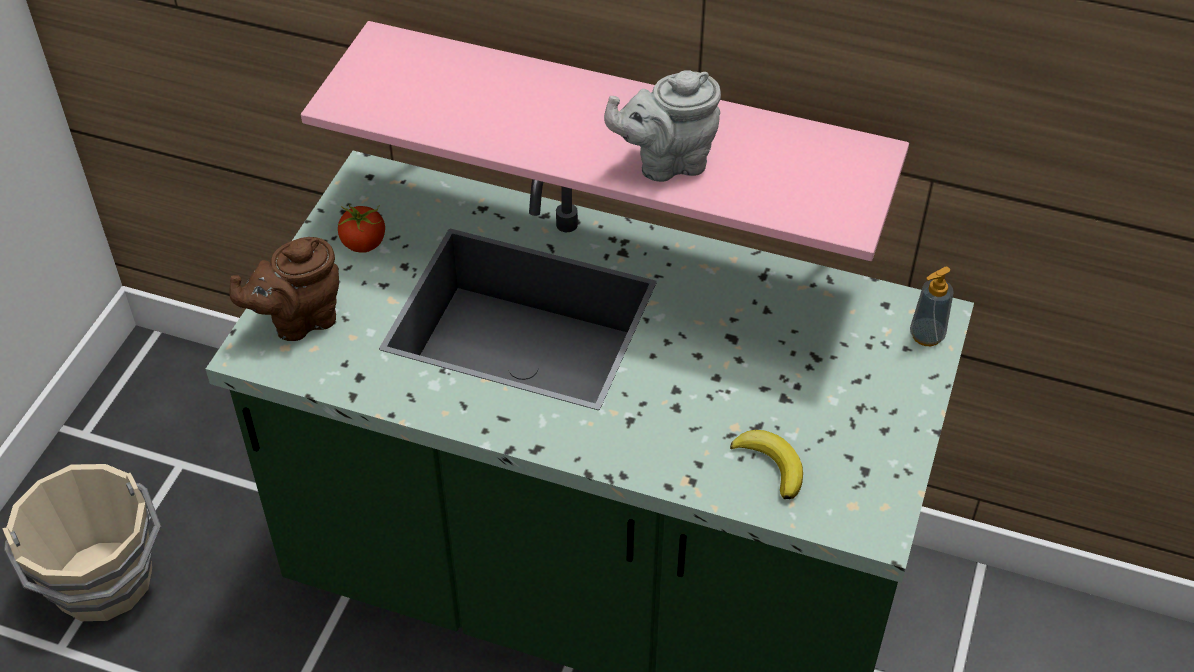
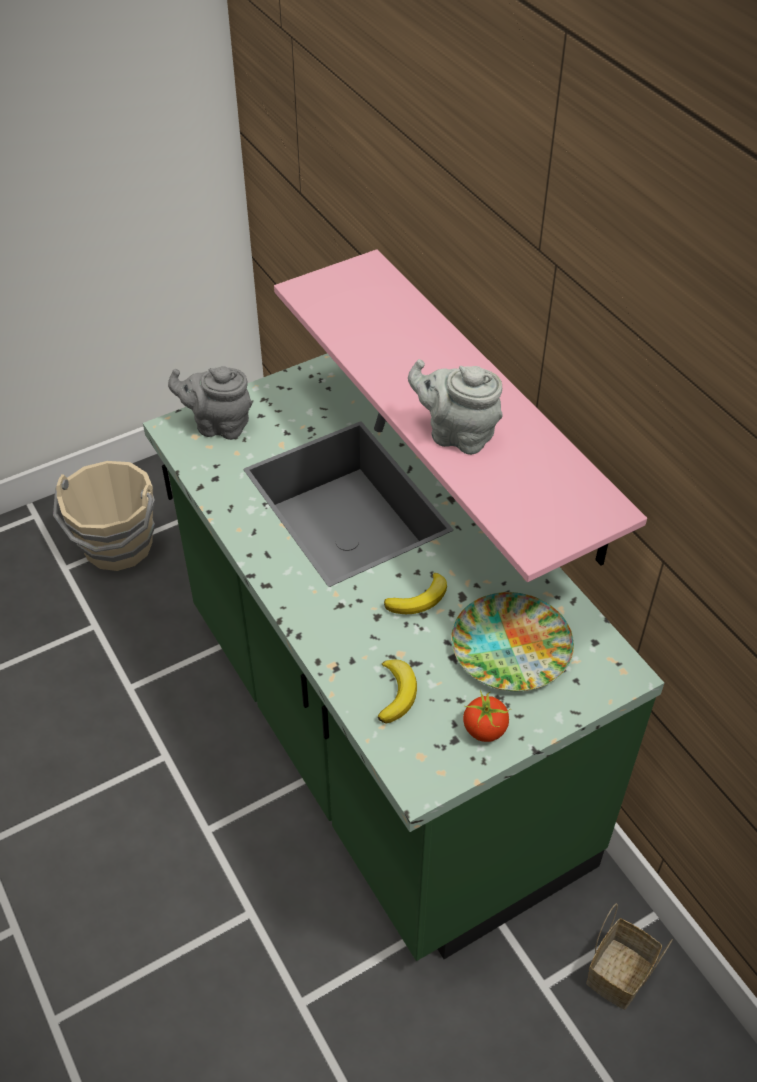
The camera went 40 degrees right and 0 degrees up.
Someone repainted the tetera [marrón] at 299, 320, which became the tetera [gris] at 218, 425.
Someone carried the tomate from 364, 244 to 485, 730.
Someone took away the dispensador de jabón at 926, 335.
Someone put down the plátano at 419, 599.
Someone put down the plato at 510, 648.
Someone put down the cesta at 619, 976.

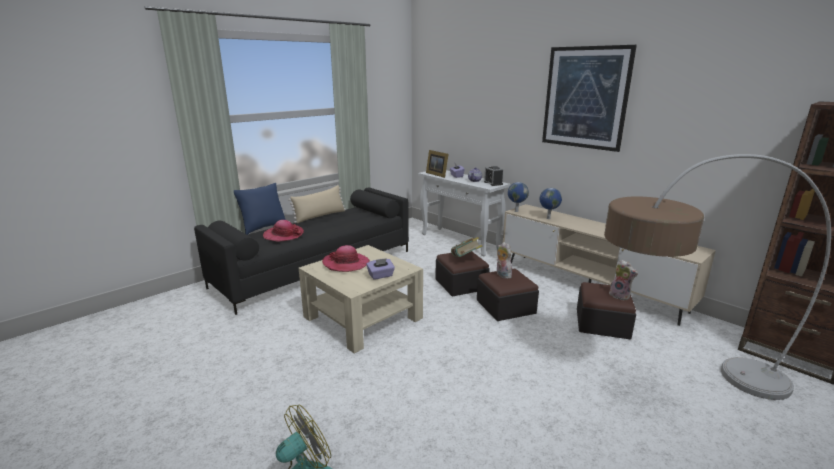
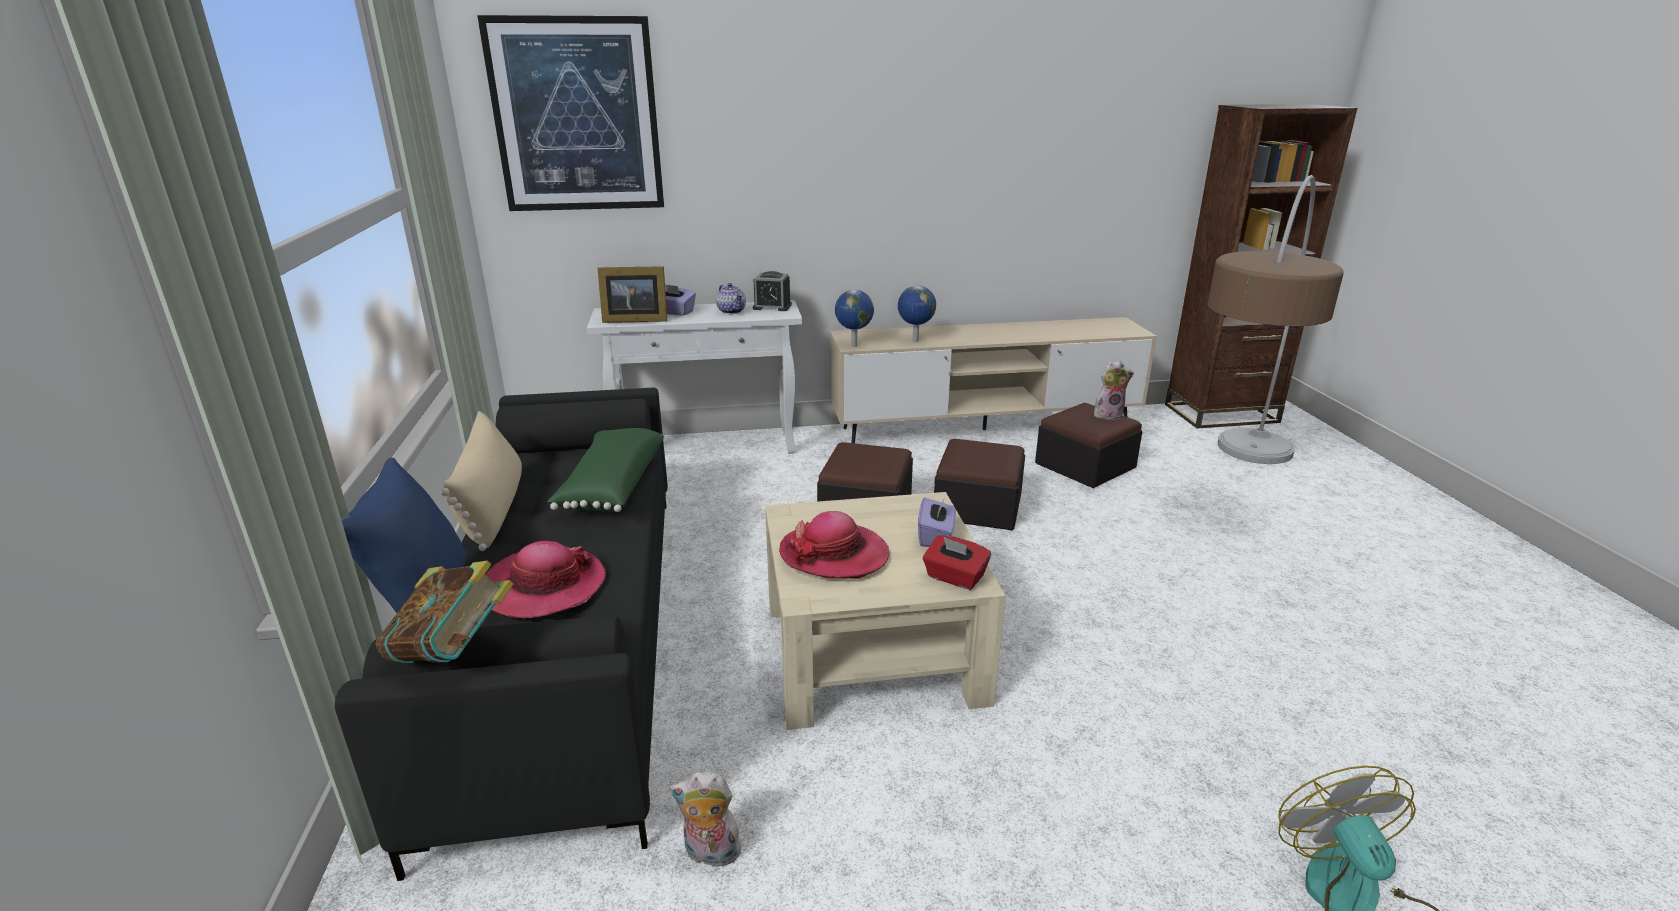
The camera went 55 degrees left and 5 degrees up.
Someone carried the libro from 465, 259 to 454, 652.
Someone carried the peluche from 502, 275 to 710, 854.
Someone carried the cuadro from 585, 98 to 576, 116.
Someone put down the cojín [verde] at 611, 486.
Someone put down the caja de pañuelos [rojo] at 954, 577.

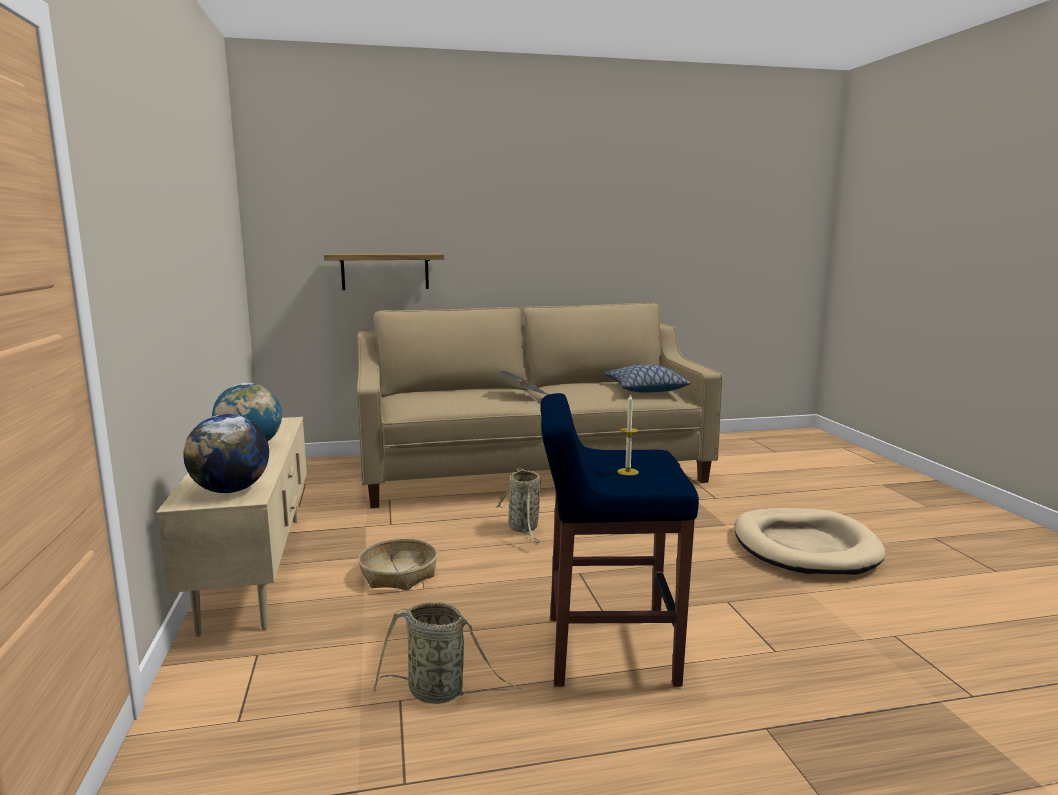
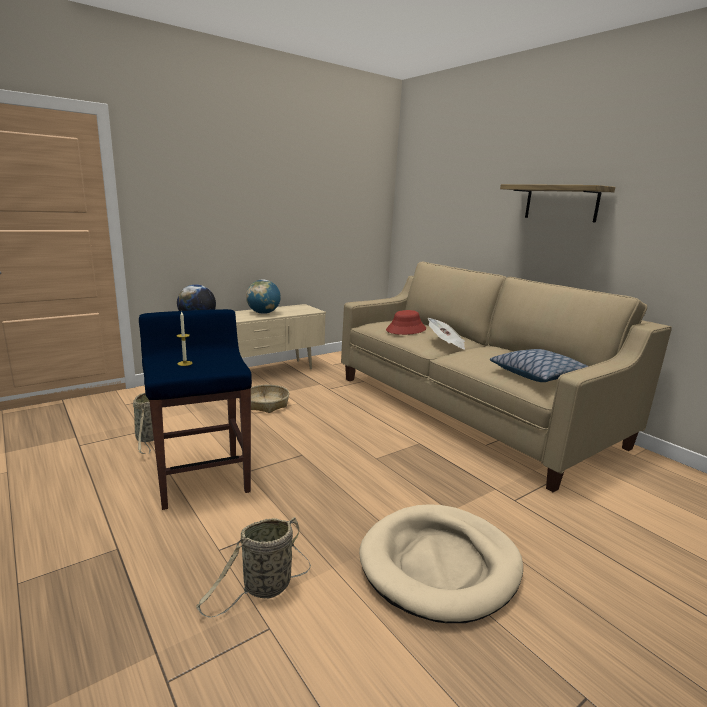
The camera went 65 degrees right and 5 degrees up.
Someone carried the estante from 385, 271 to 561, 203.
Someone carried the cesta from 524, 529 to 264, 588.
Someone put down the sombrero [rojo] at 406, 330.

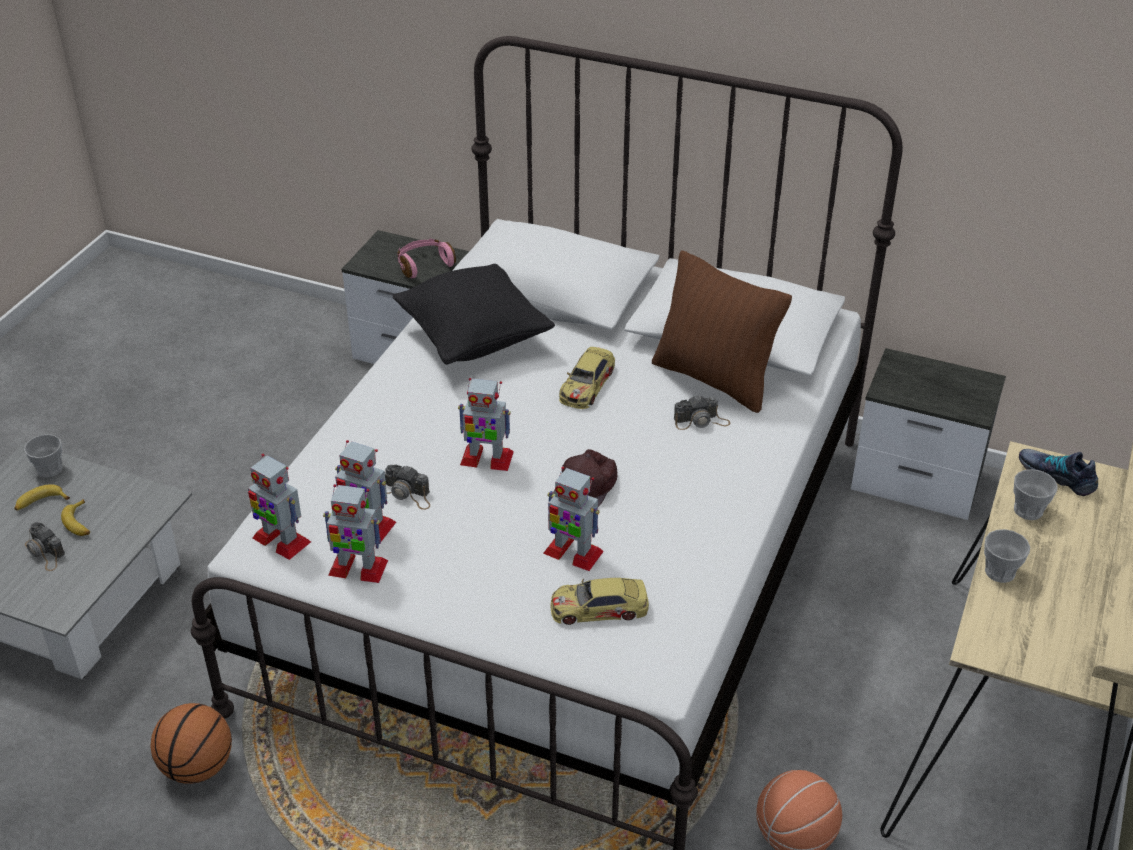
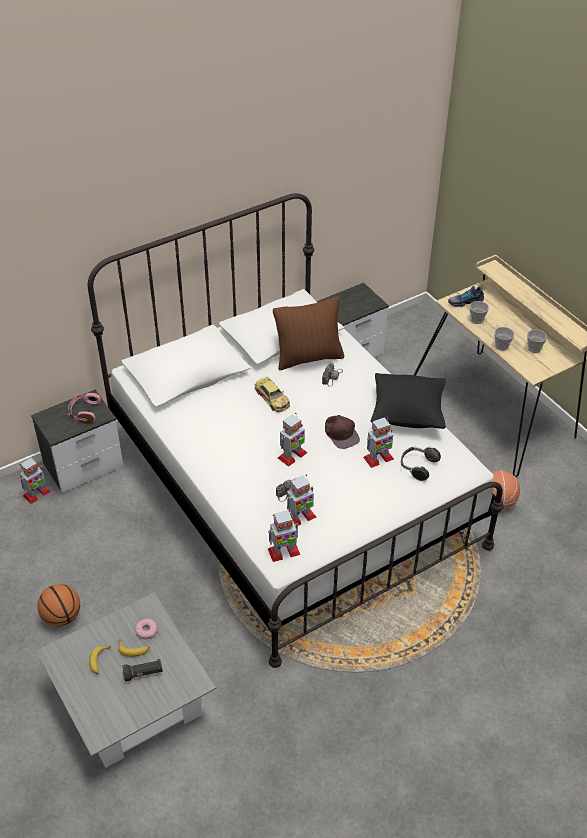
The camera went 55 degrees left and 5 degrees up.
Someone carried the taza from 49, 469 to 534, 348.
Someone swapped the cámara at 45, 552 for the linterna [negro] at 143, 673.
Someone carried the balón de baloncesto from 197, 767 to 62, 617.
Someone carried the robot de juguete from 357, 568 to 36, 494.
Someone carried the cojín [negro] from 474, 339 to 407, 414.
Someone swapped the coche de juguete at 599, 607 for the auriculares at 417, 467.
Someone put down the rosquilla at 146, 631.

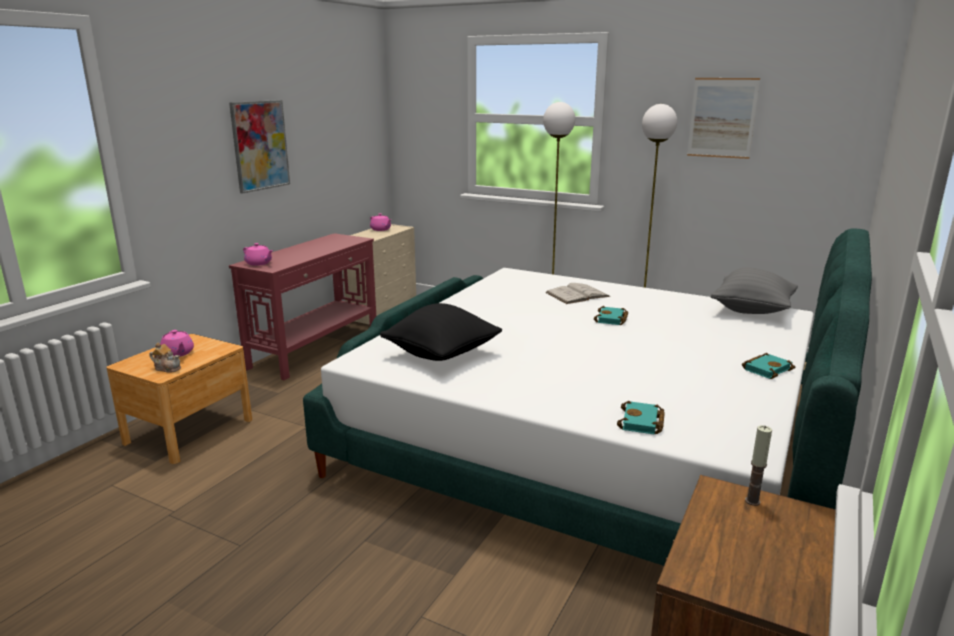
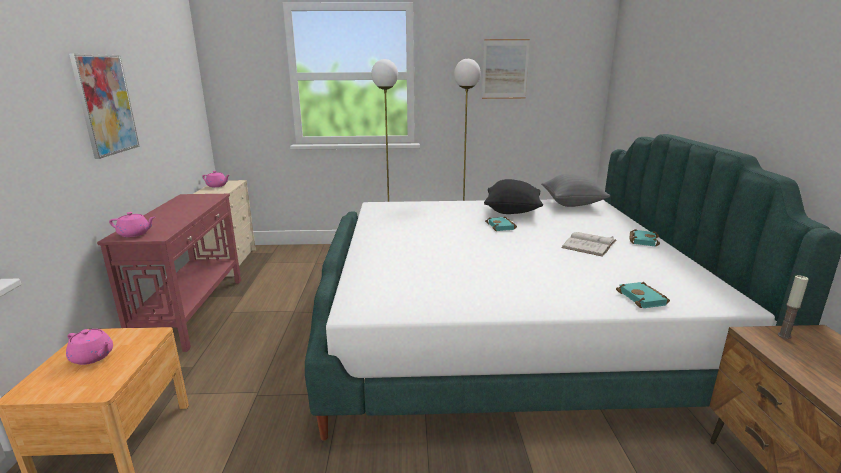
The camera went 30 degrees left and 0 degrees up.
Someone took away the tetera at 167, 368.
Someone carried the cojín [negro] from 442, 355 to 512, 212.
Someone carried the libro [blanco] from 577, 294 to 589, 244.

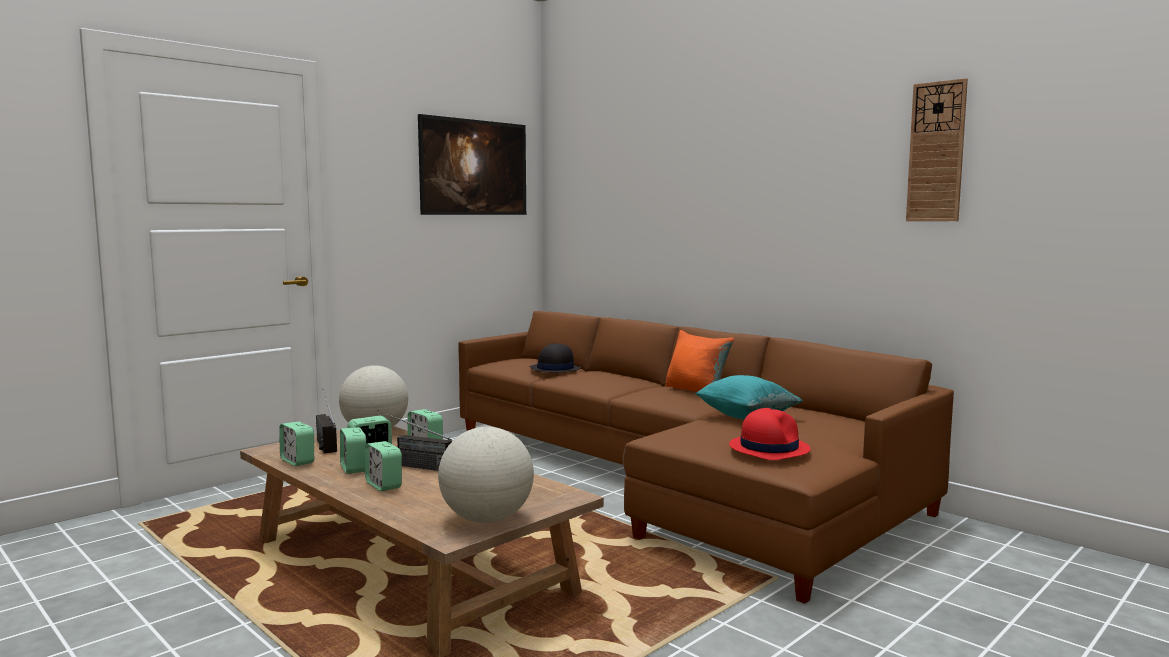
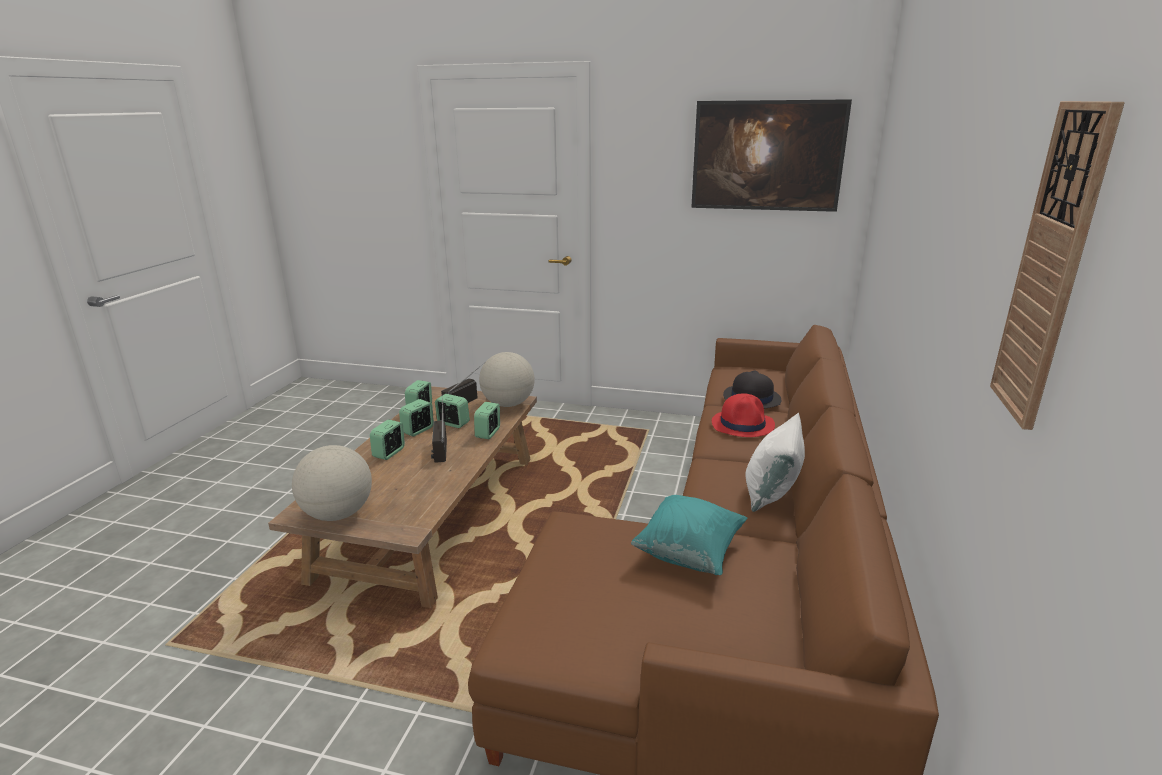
The camera went 60 degrees right and 15 degrees up.
Someone repainted the cojín [naranja] at 696, 391, which became the cojín [blanco] at 771, 493.
Someone carried the sombrero [rojo] from 769, 448 to 743, 424.

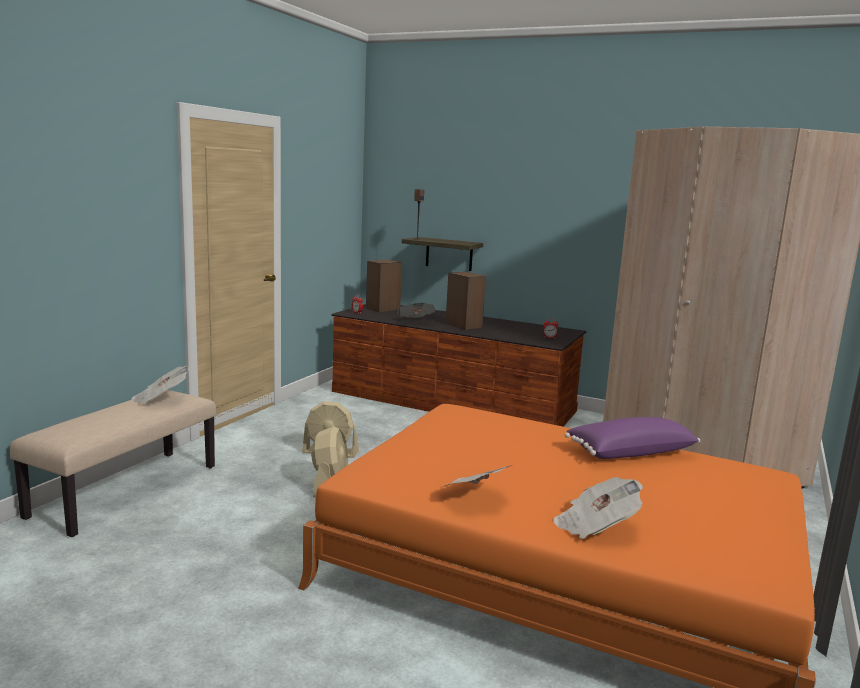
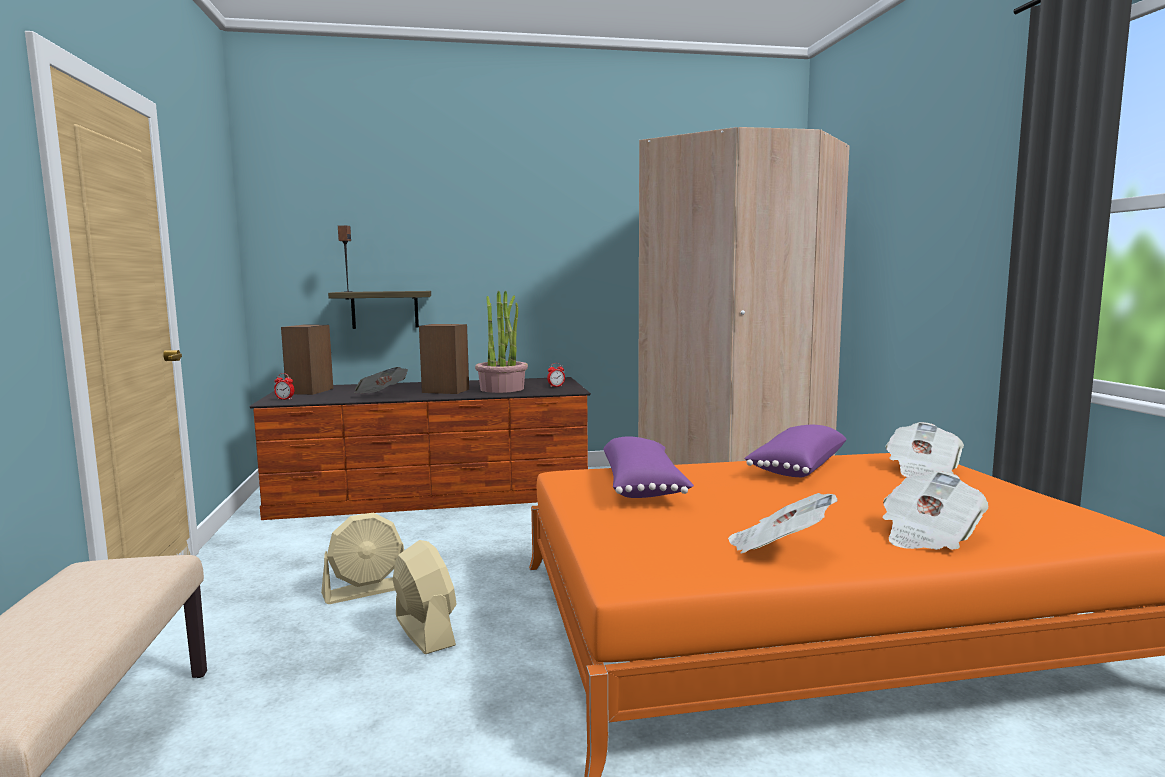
The camera went 35 degrees left and 5 degrees down.
Someone carried the periódico from 161, 399 to 921, 470.
Someone put down the planta en maceta at 502, 389.
Someone put down the cojín [morado] at 643, 486.

